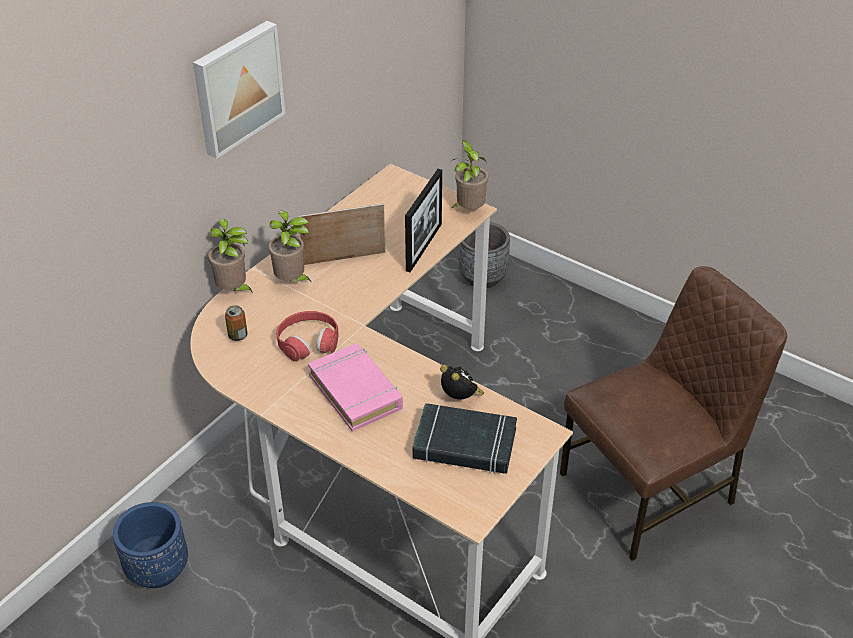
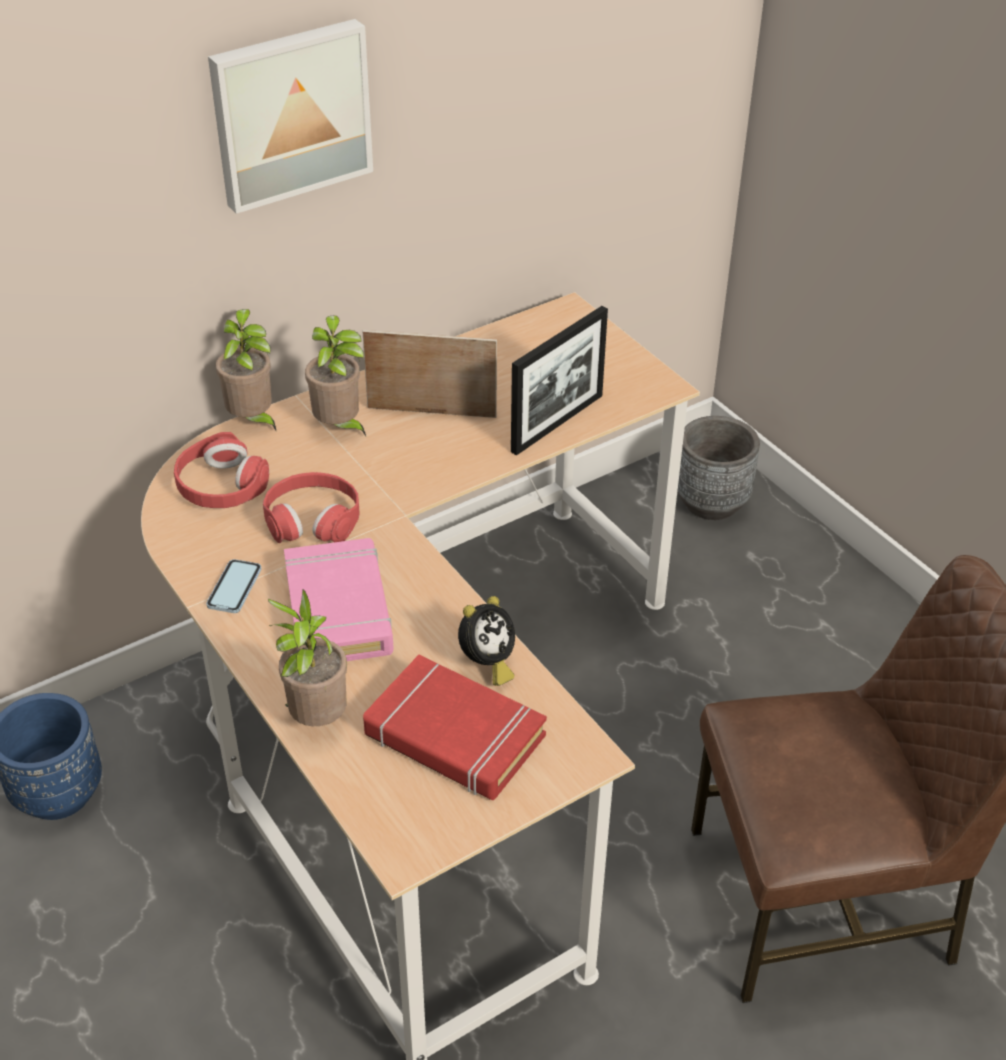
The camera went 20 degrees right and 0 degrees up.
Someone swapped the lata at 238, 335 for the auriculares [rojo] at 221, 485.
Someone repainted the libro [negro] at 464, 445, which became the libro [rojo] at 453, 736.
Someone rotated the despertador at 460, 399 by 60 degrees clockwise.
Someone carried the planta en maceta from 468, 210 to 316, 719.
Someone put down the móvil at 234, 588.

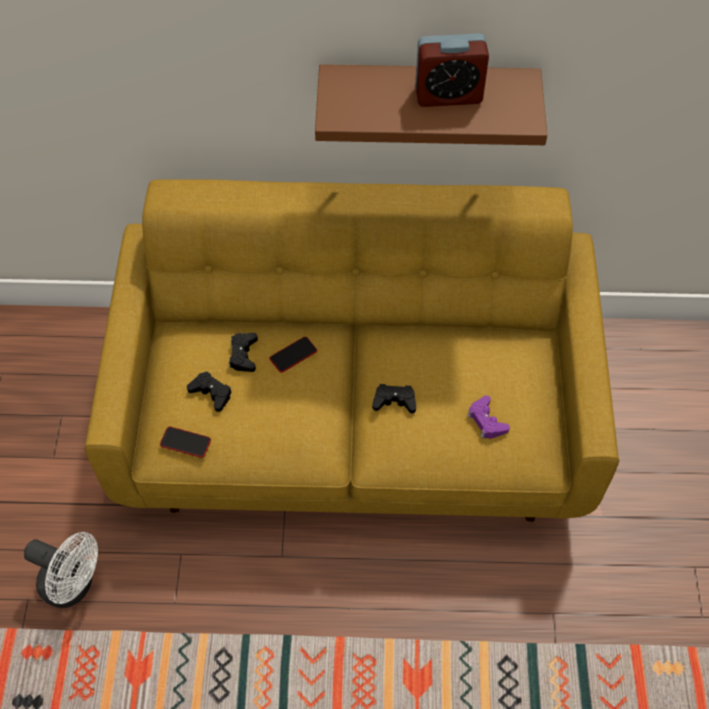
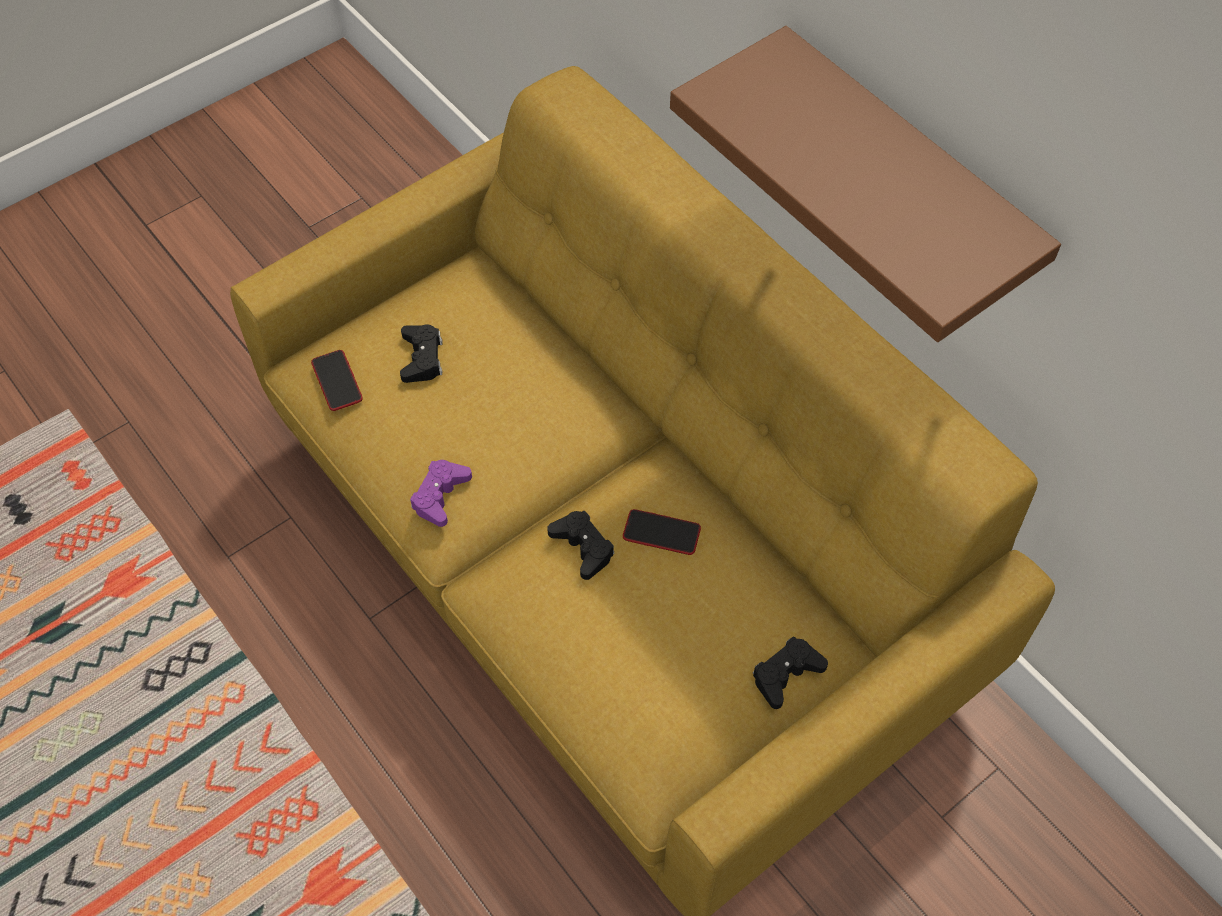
The camera went 50 degrees right and 0 degrees up.
Someone took away the ventilador [blanco] at 74, 586.
Someone carried the mando de consola [negro] from 243, 355 to 786, 674.
Someone carried the móvil from 293, 355 to 661, 533.
Someone took away the despertador at 448, 95.
Someone carried the mando de consola [morado] from 486, 421 to 440, 496.

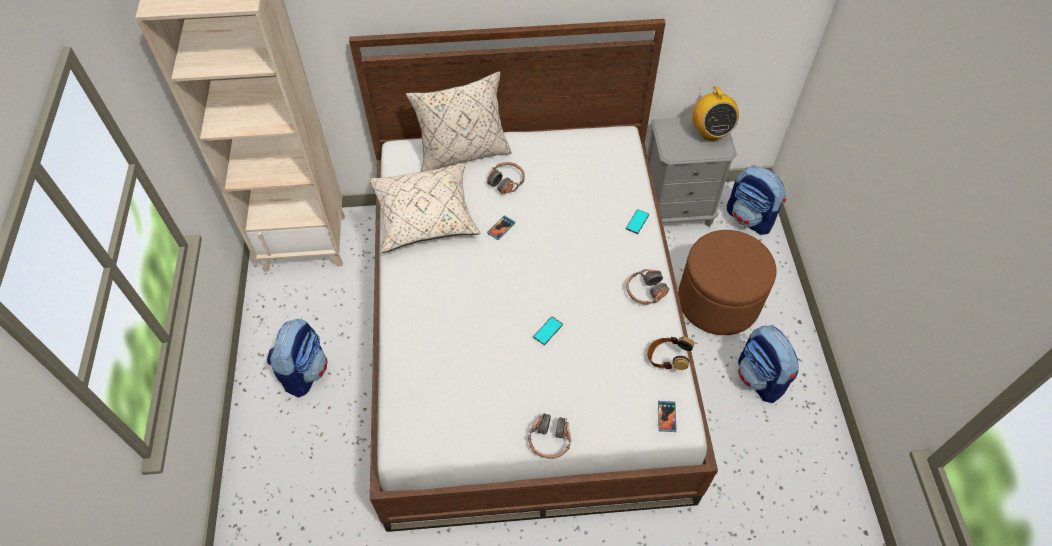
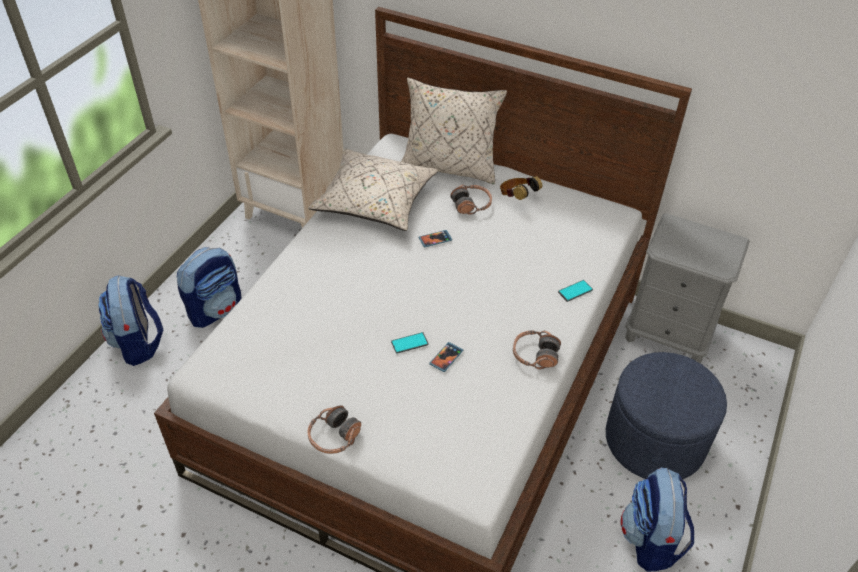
The camera went 30 degrees right and 10 degrees down.
Someone carried the auriculares from 666, 360 to 517, 197.
Someone carried the móvil from 666, 417 to 446, 358.
Someone repainted the puf [marrón] at 718, 301, which became the puf [azul] at 654, 440.
Someone took away the radio at 710, 132.
Someone carried the mochila from 750, 218 to 138, 343.

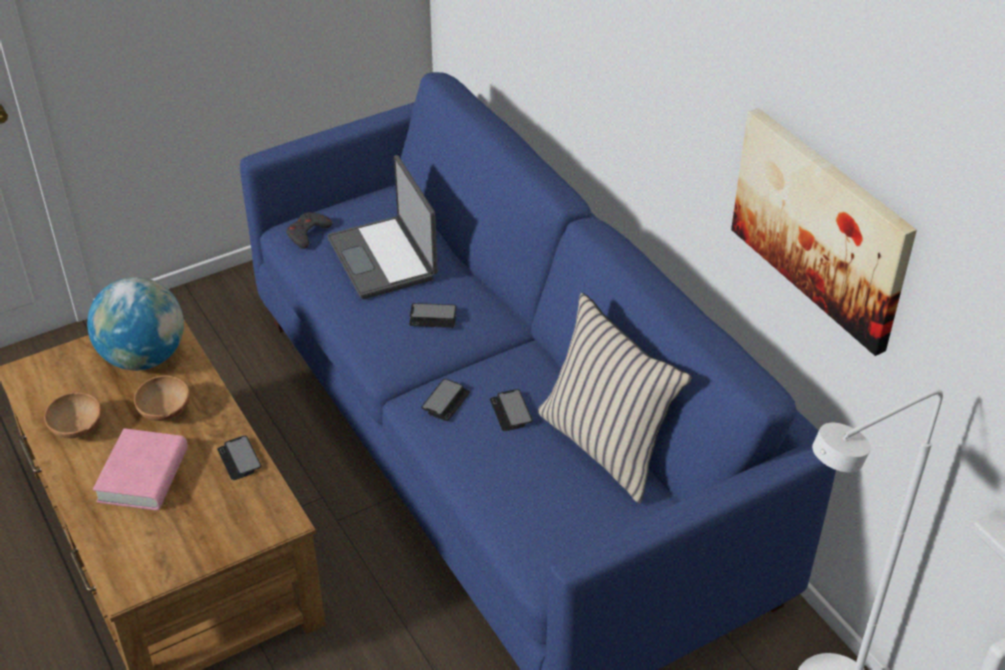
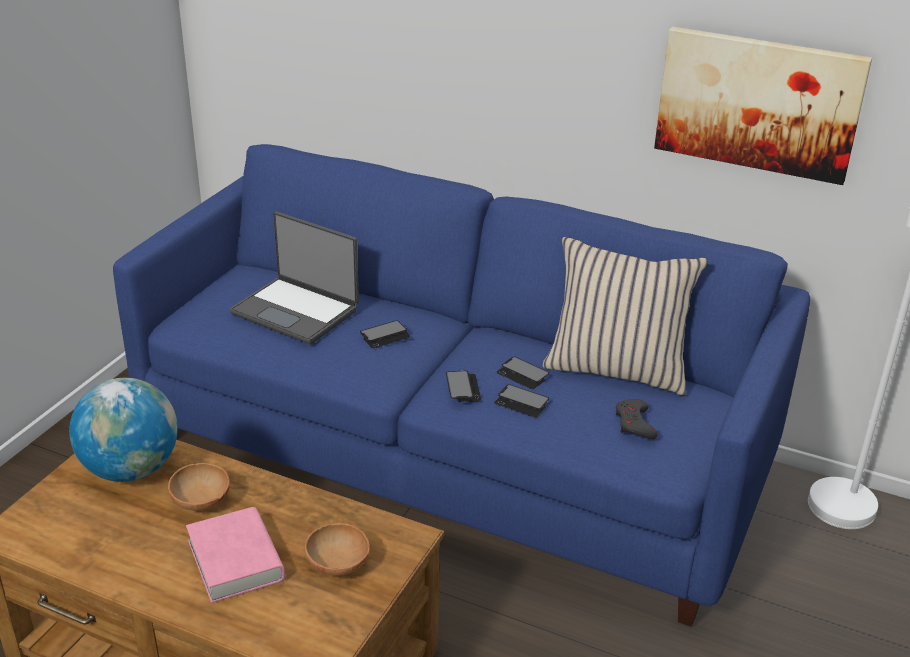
The camera went 35 degrees left and 10 degrees down.
Someone carried the cuenco [marrón] from 76, 429 to 338, 566.
Someone carried the móvil from 239, 459 to 521, 402.
Someone carried the mando de consola [gris] from 307, 233 to 634, 423.

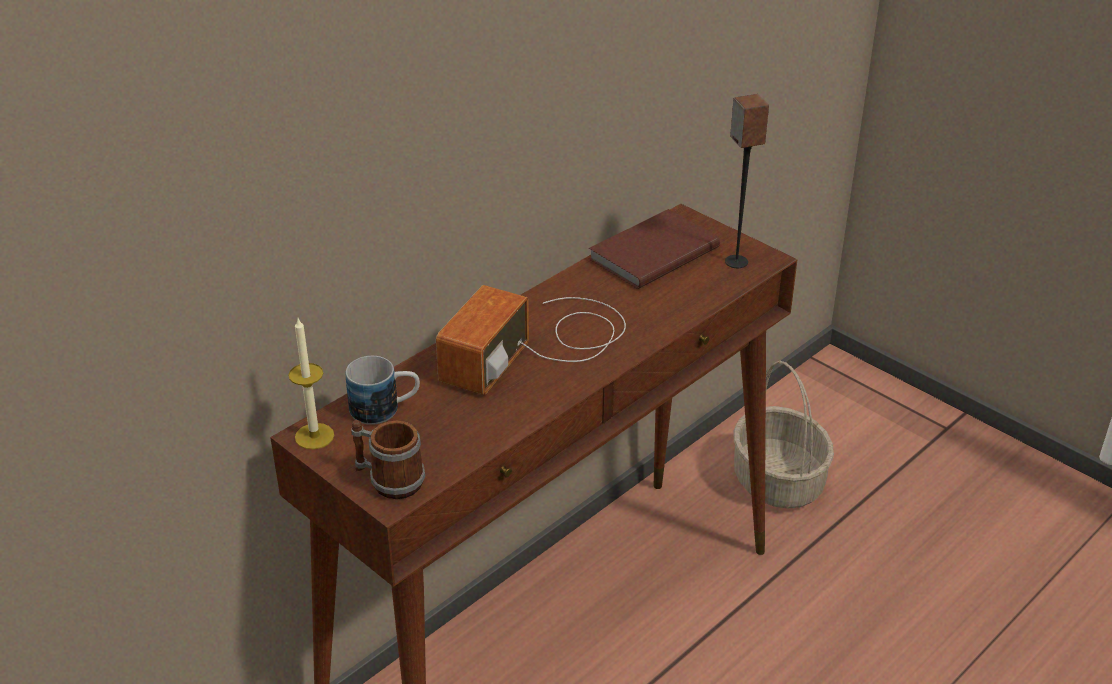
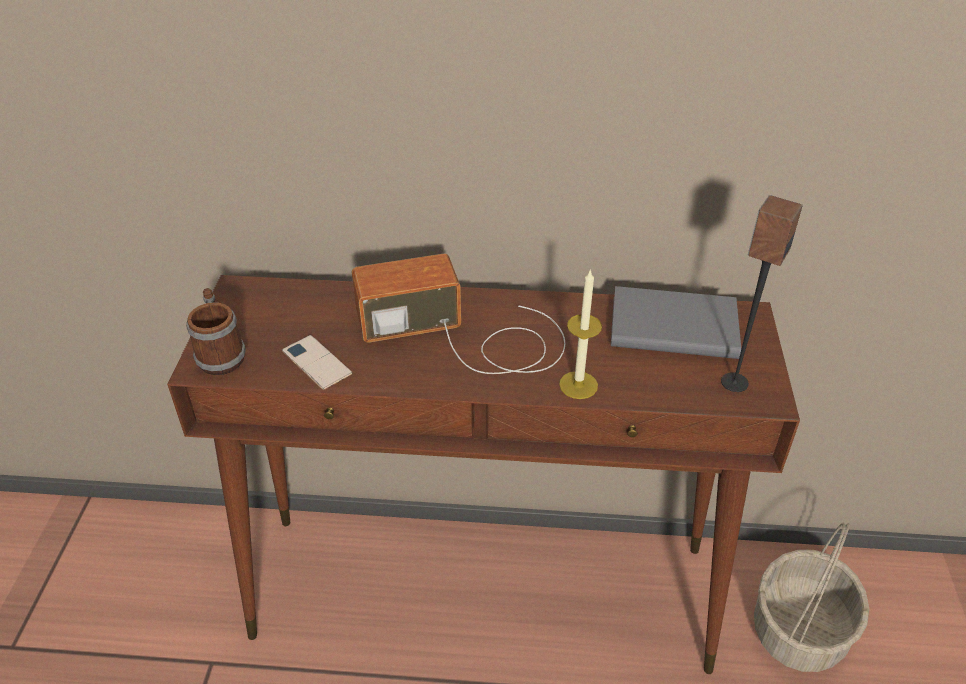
The camera went 50 degrees right and 5 degrees up.
Someone carried the vela from 314, 436 to 578, 385.
Someone took away the taza grande at 385, 409.
Someone repainted the libro [marrón] at 650, 253, which became the libro [gris] at 671, 325.
Someone put down the móvil at 316, 362.

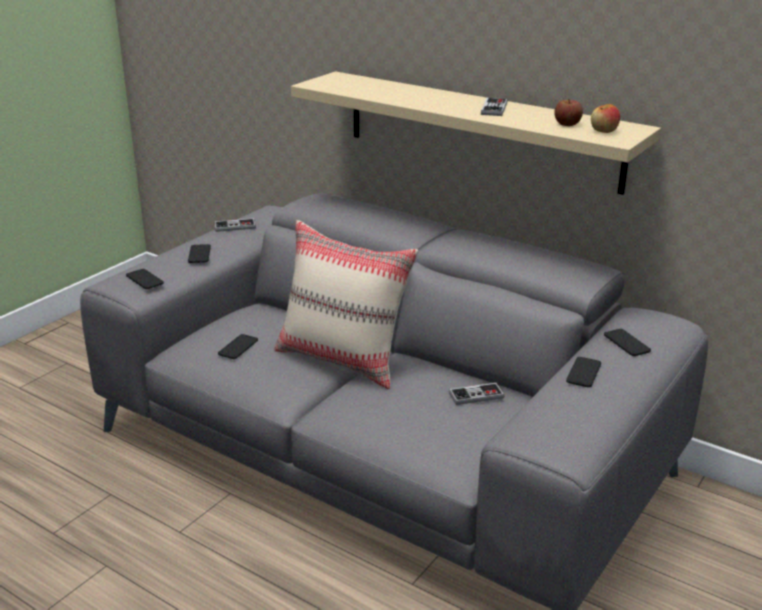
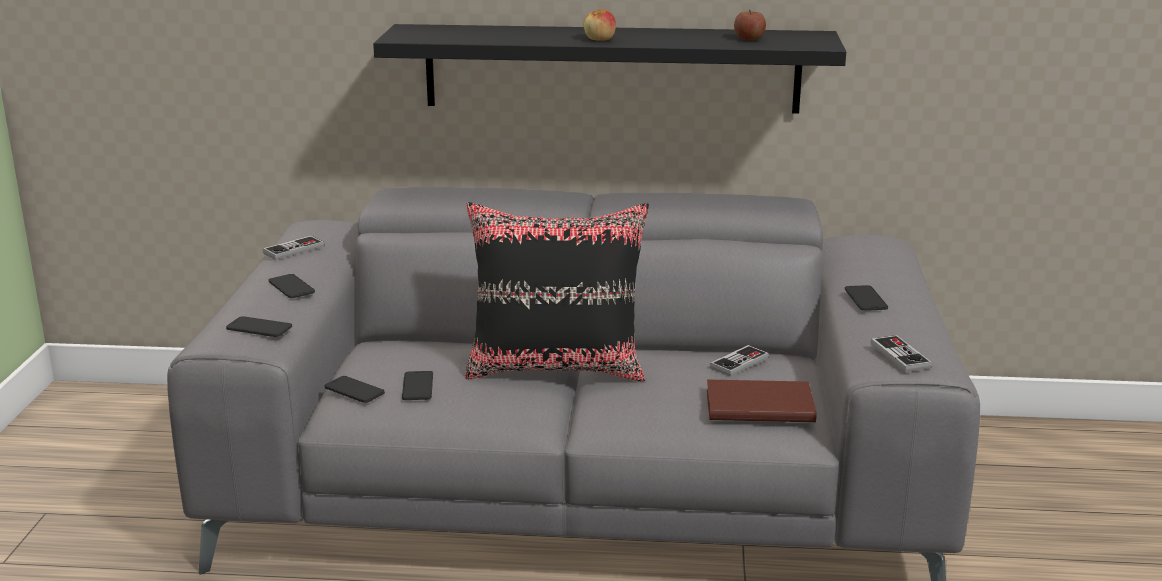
The camera went 30 degrees left and 5 degrees down.
Someone repainted the cojín [beis] at 343, 359, which became the cojín [negro] at 557, 367.
Someone repainted the estante [beis] at 480, 130, which became the estante [negro] at 611, 68.
Someone carried the mando de consola from 494, 109 to 900, 356.
Someone carried the manzana from 604, 131 to 599, 39.
Someone carried the móvil from 626, 343 to 354, 390.
Someone put down the libro [marrón] at 758, 405.

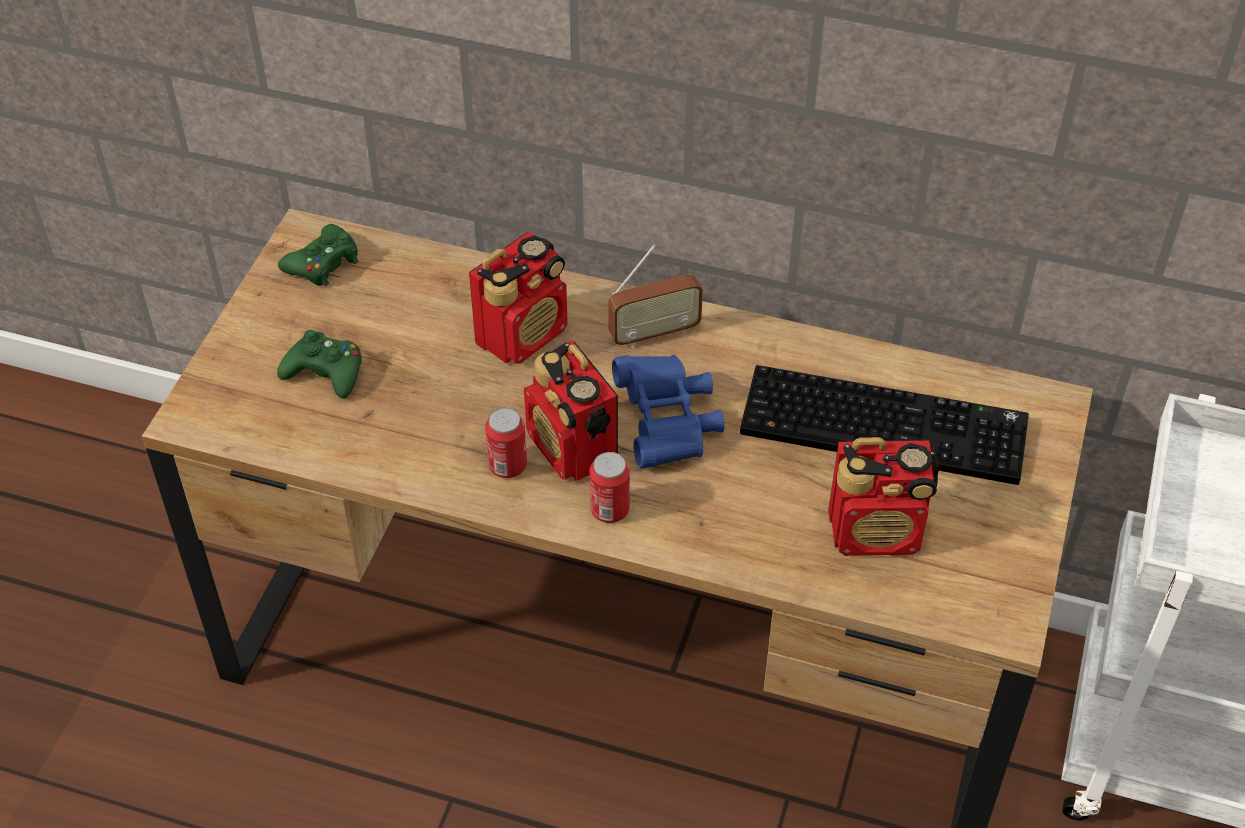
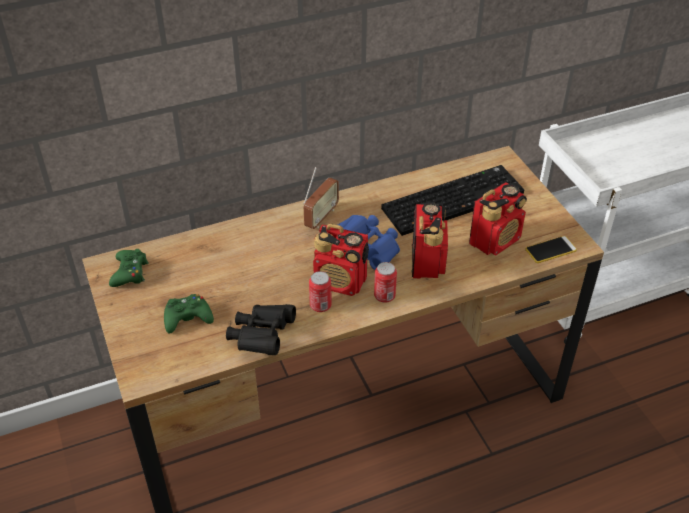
The camera went 40 degrees left and 5 degrees down.
Someone carried the radio from 523, 335 to 427, 262.
Someone put down the prismáticos [negro] at 261, 337.
Someone put down the móvil at 550, 250.

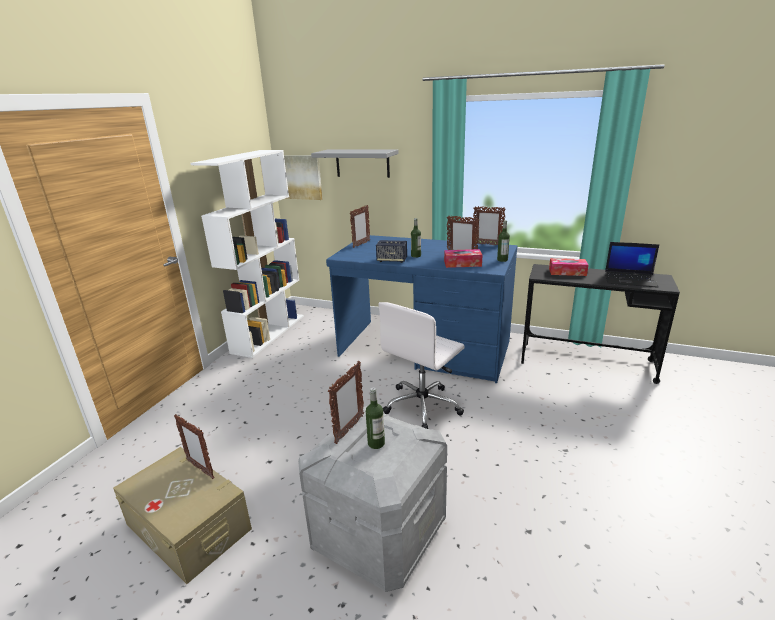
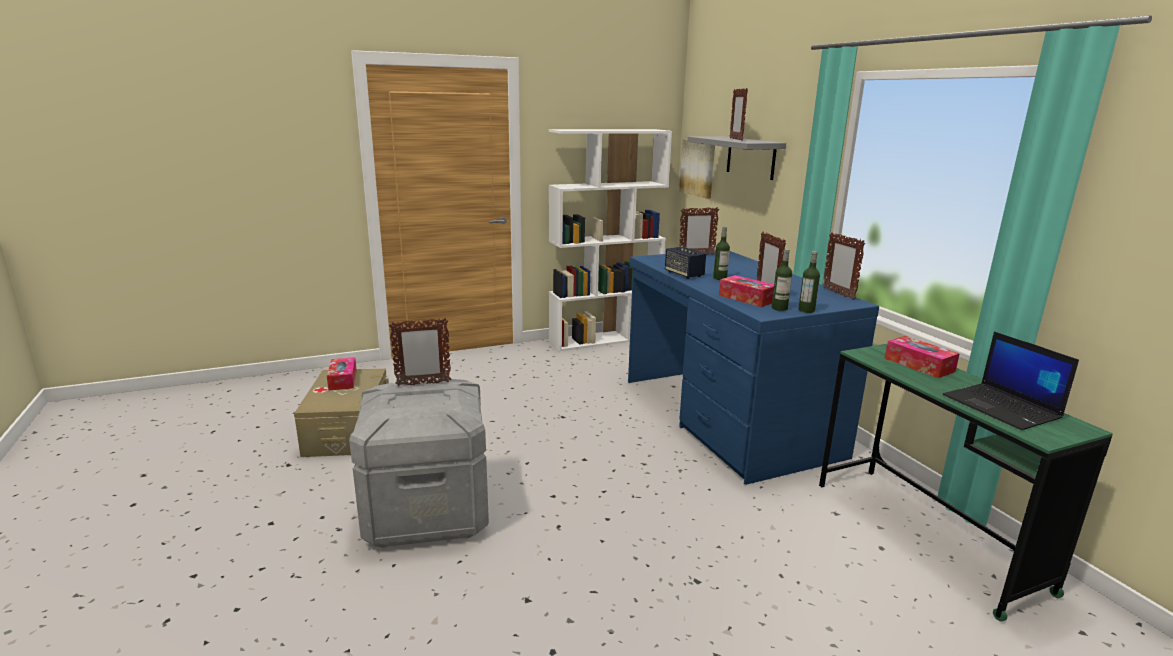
The camera went 45 degrees right and 5 degrees down.
Someone carried the portarretratos from 200, 469 to 736, 139.
Someone carried the botella from 376, 443 to 779, 308.
Someone took away the silla de oficina [blanco] at 423, 406.
Someone repainted the escritorio [negro] at 586, 362, which became the escritorio [verde] at 925, 534.
Someone put down the caja de pañuelos at 343, 380.

